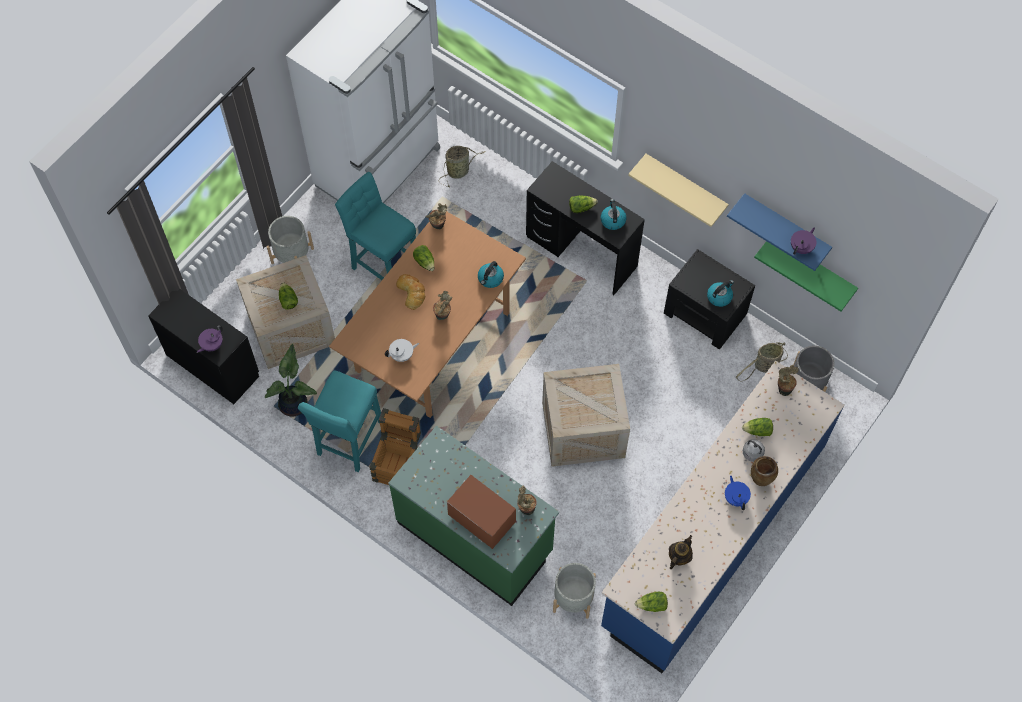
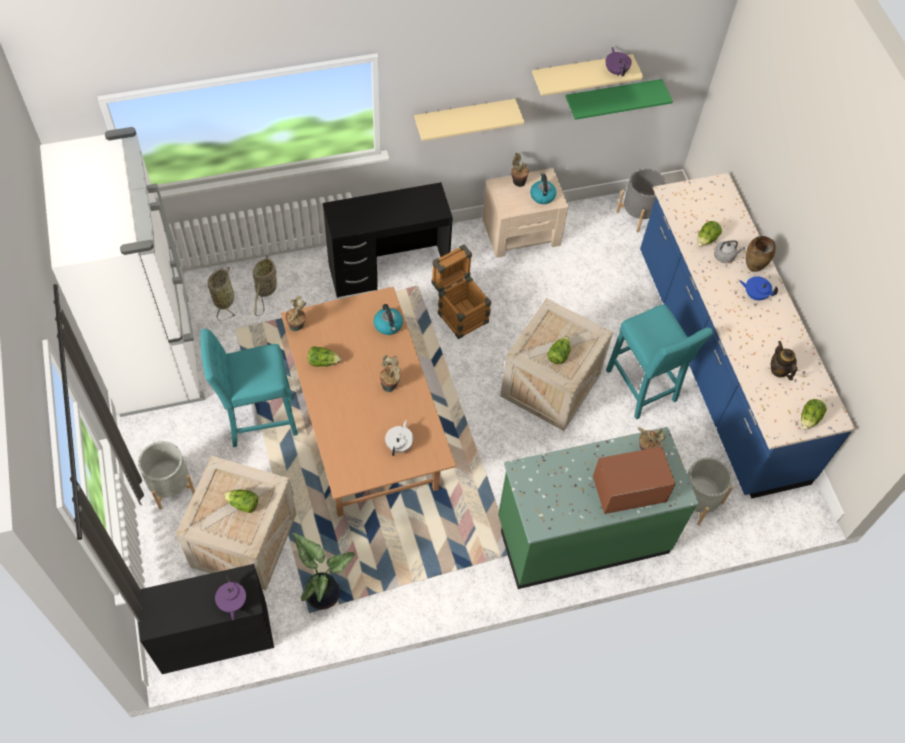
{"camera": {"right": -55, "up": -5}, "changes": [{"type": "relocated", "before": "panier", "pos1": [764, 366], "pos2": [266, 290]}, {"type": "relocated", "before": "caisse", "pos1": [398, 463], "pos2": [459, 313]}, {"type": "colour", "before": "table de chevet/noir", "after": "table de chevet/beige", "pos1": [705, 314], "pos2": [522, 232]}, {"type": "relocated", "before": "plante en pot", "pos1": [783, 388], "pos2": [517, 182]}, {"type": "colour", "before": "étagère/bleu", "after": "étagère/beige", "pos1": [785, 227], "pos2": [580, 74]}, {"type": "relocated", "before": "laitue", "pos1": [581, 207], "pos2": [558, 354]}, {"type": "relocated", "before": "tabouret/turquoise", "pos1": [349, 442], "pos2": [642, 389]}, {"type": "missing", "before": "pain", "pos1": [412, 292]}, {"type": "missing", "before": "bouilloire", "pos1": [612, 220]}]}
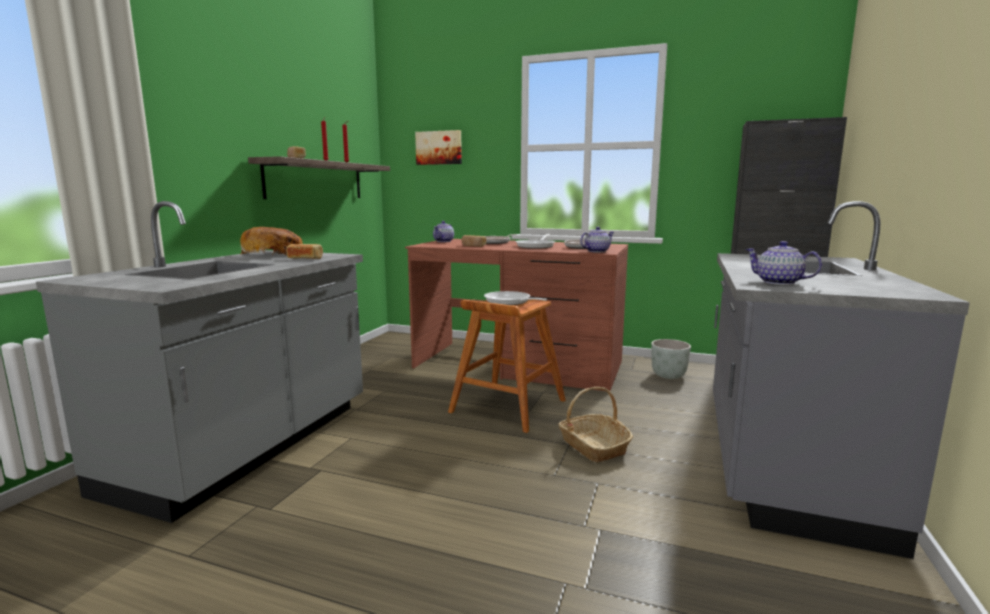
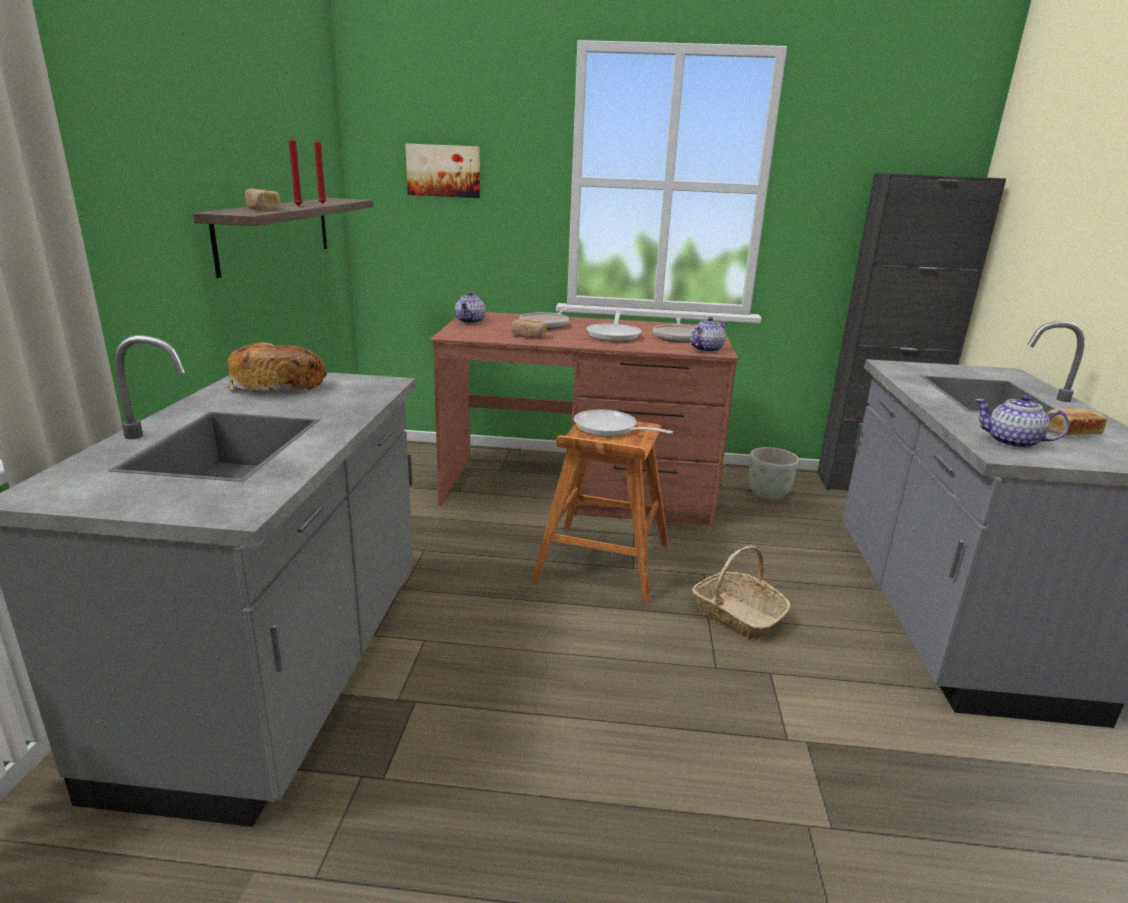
{"camera": {"right": -15, "up": 10}, "changes": [{"type": "relocated", "before": "pain", "pos1": [305, 259], "pos2": [1069, 432]}]}
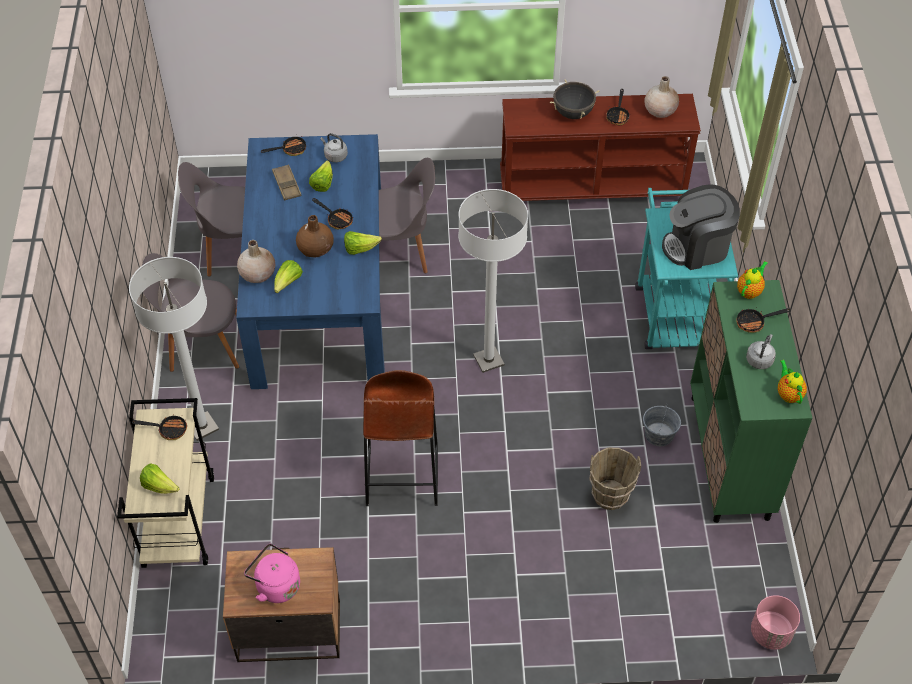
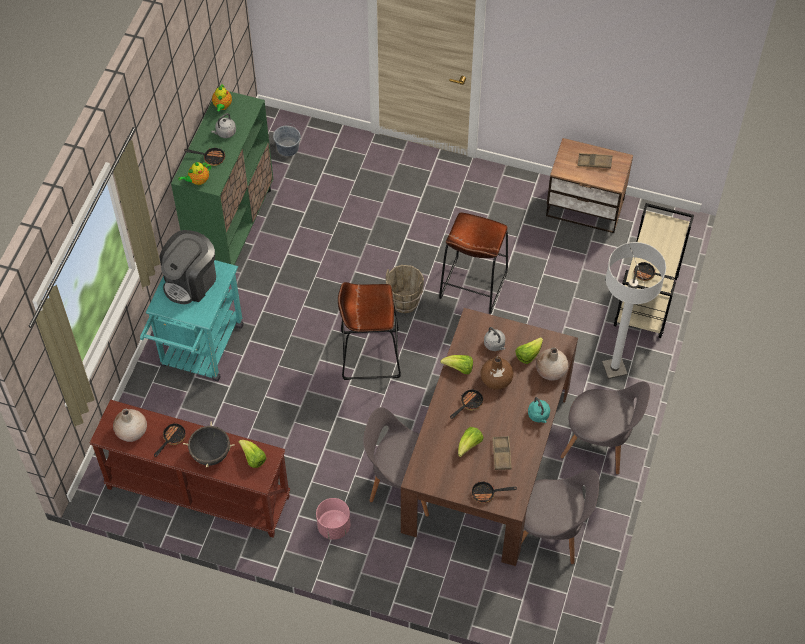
{"camera": {"right": -160, "up": 5}, "changes": [{"type": "spun", "before": "machine à café", "pos1": [697, 247], "pos2": [191, 281], "turn": 120}, {"type": "relocated", "before": "laitue", "pos1": [159, 486], "pos2": [253, 458]}, {"type": "relocated", "before": "seau/gris", "pos1": [659, 434], "pos2": [287, 148]}, {"type": "relocated", "before": "cache-pot/rose", "pos1": [771, 632], "pos2": [333, 526]}, {"type": "exchanged", "before": "lampadaire/blanc", "after": "tabouret/marron", "pos1": [488, 360], "pos2": [370, 354]}, {"type": "relocated", "before": "seau/marron", "pos1": [610, 496], "pos2": [405, 302]}, {"type": "colour", "before": "table à manger/bleu", "after": "table à manger/marron", "pos1": [319, 294], "pos2": [487, 459]}, {"type": "spun", "before": "poêle", "pos1": [337, 219], "pos2": [469, 404], "turn": 75}, {"type": "relocated", "before": "bouilloire/gris", "pos1": [334, 156], "pos2": [495, 345]}, {"type": "appeared", "after": "bouilloire/turquoise", "pos2": [539, 416]}, {"type": "exchanged", "before": "bouilloire/rose", "after": "plateau/marron", "pos1": [275, 585], "pos2": [594, 162]}]}
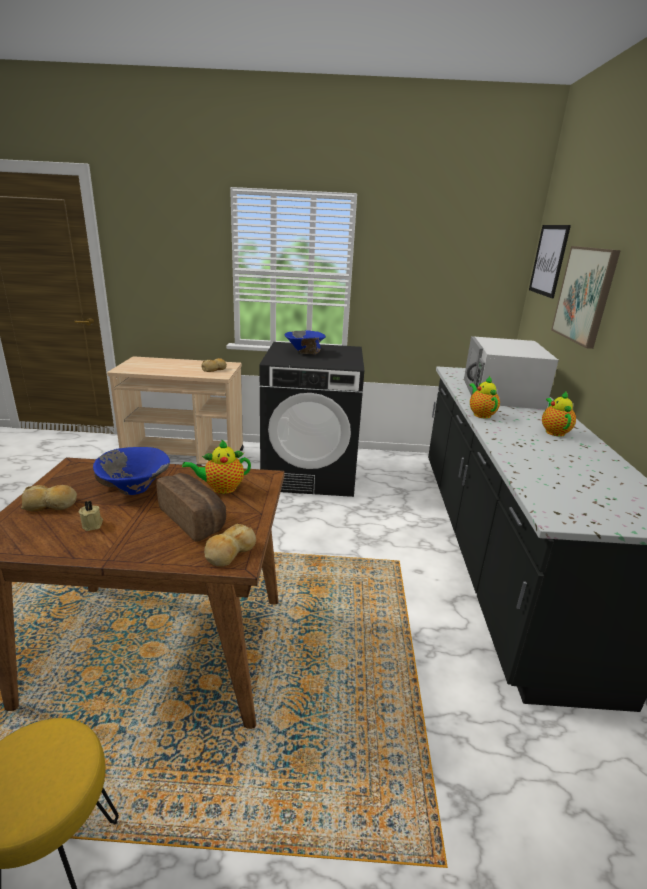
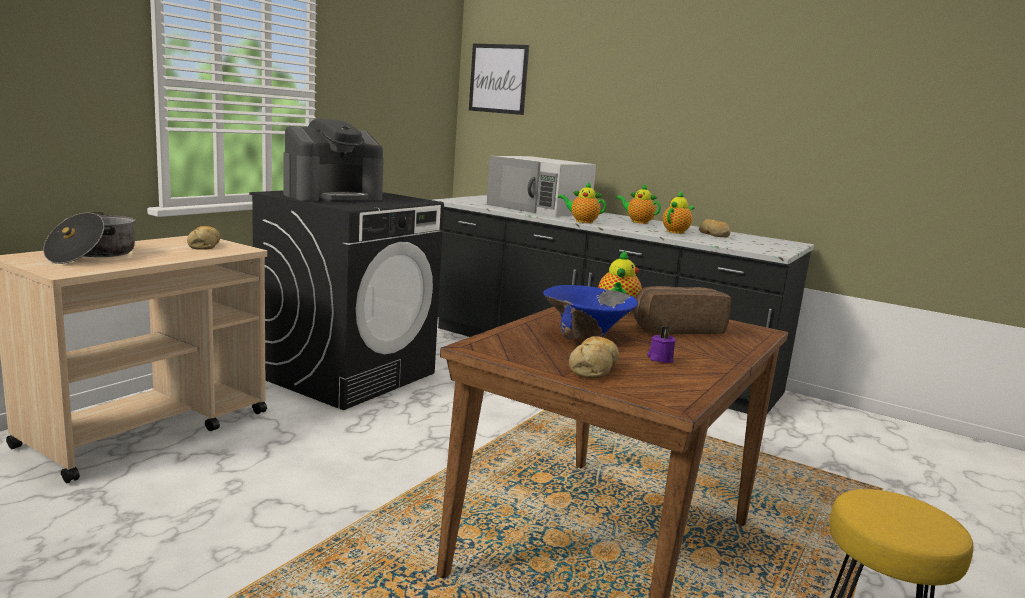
{"camera": {"right": -60, "up": -10}, "changes": [{"type": "appeared", "after": "marmite", "pos2": [93, 255]}, {"type": "exchanged", "before": "bol/bleu", "after": "machine à café", "pos1": [304, 352], "pos2": [333, 196]}, {"type": "colour", "before": "bougie/beige", "after": "bougie/violet", "pos1": [93, 524], "pos2": [660, 359]}, {"type": "appeared", "after": "théière", "pos2": [676, 232]}, {"type": "relocated", "before": "pain", "pos1": [229, 552], "pos2": [714, 234]}, {"type": "missing", "before": "tableau", "pos1": [585, 295]}]}
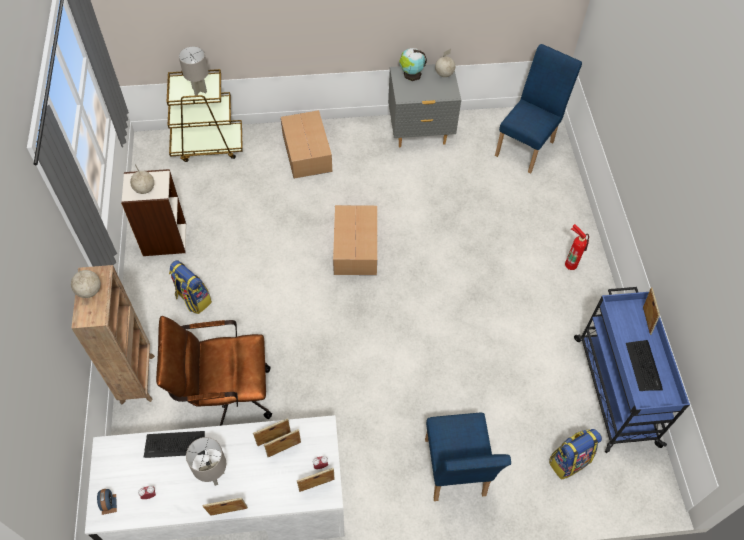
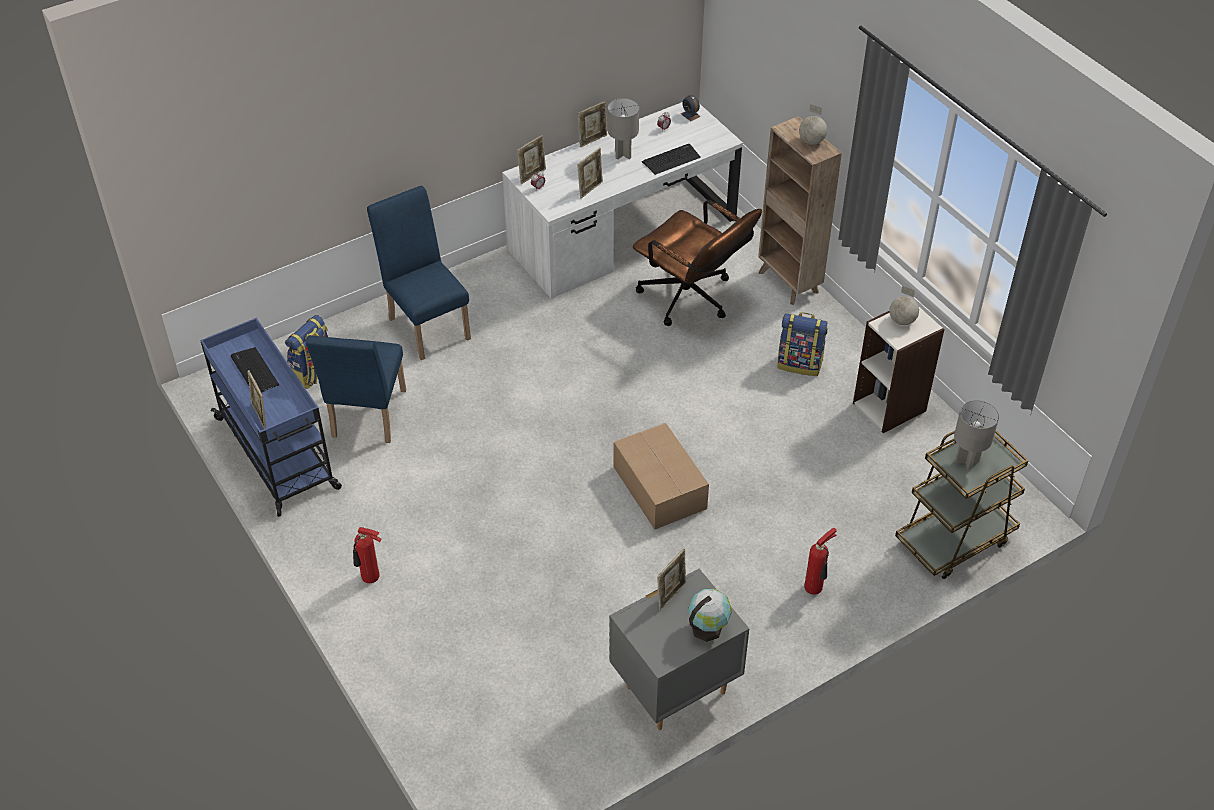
{"camera": {"right": 155, "up": -10}, "changes": [{"type": "relocated", "before": "chaise/bleu", "pos1": [527, 145], "pos2": [366, 418]}, {"type": "spun", "before": "chaise de bureau/marron", "pos1": [225, 395], "pos2": [692, 300], "turn": 75}, {"type": "relocated", "before": "cadre photo", "pos1": [284, 451], "pos2": [671, 595]}, {"type": "exchanged", "before": "carton", "after": "extincteur", "pos1": [307, 151], "pos2": [815, 587]}, {"type": "missing", "before": "globe", "pos1": [444, 74]}]}
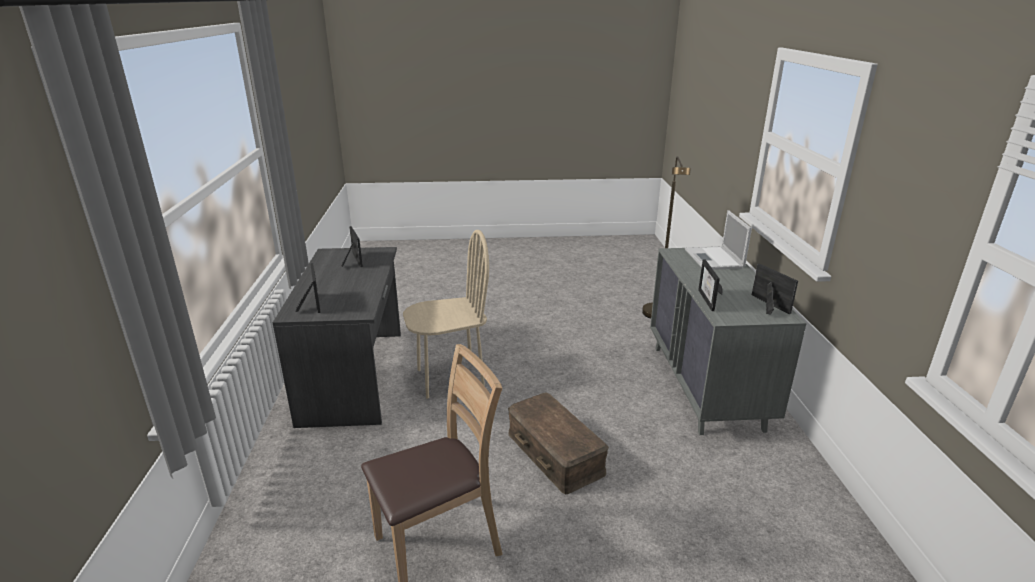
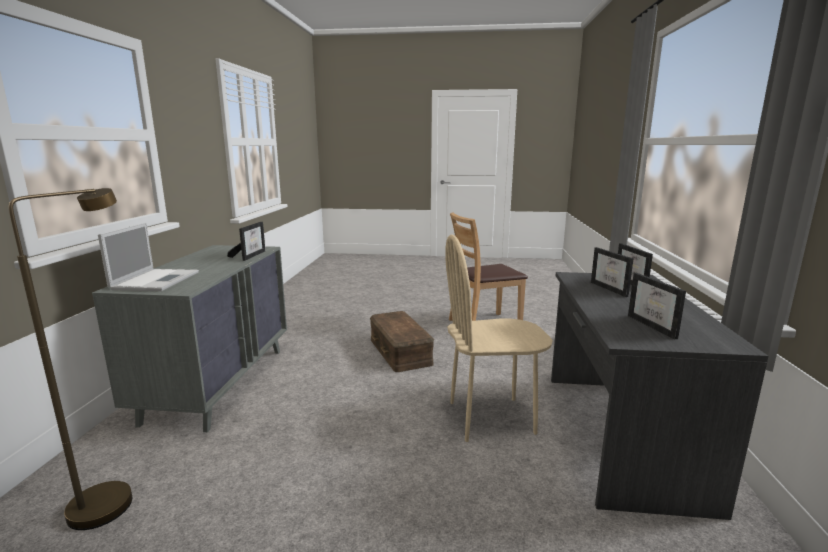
{"camera": {"right": -170, "up": -10}, "changes": [{"type": "relocated", "before": "cadre photo", "pos1": [766, 305], "pos2": [613, 289]}]}
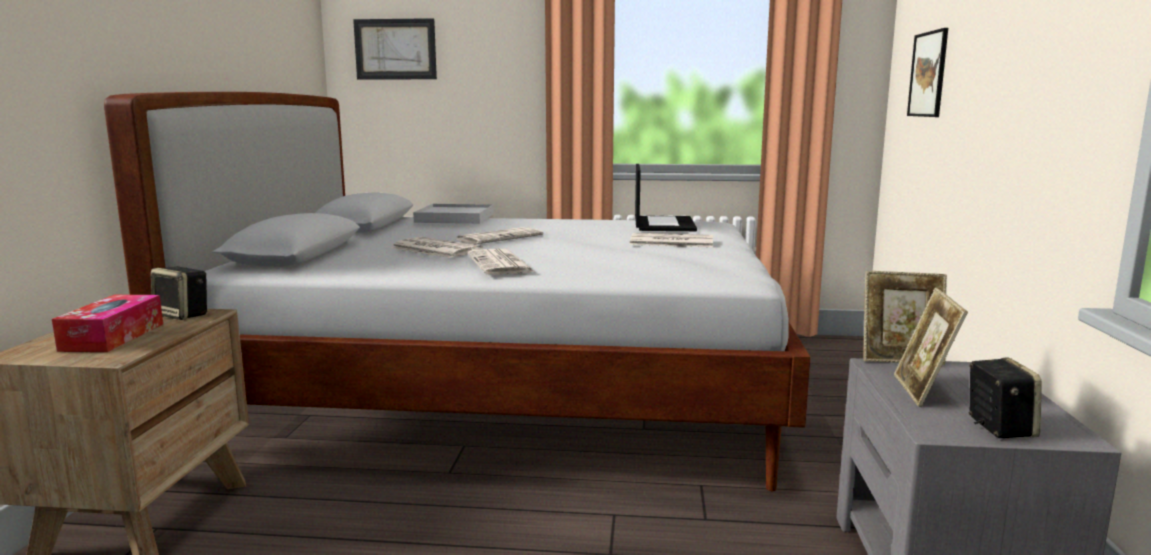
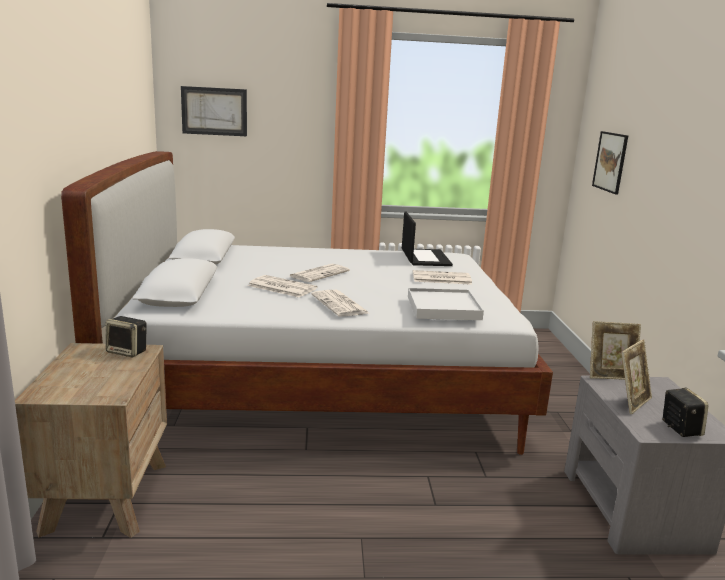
{"camera": {"right": -10, "up": 5}, "changes": [{"type": "relocated", "before": "plateau/blanc", "pos1": [454, 218], "pos2": [443, 308]}, {"type": "spun", "before": "cadre photo", "pos1": [923, 391], "pos2": [631, 402], "turn": -135}, {"type": "missing", "before": "boîte à mouchoirs", "pos1": [113, 337]}]}
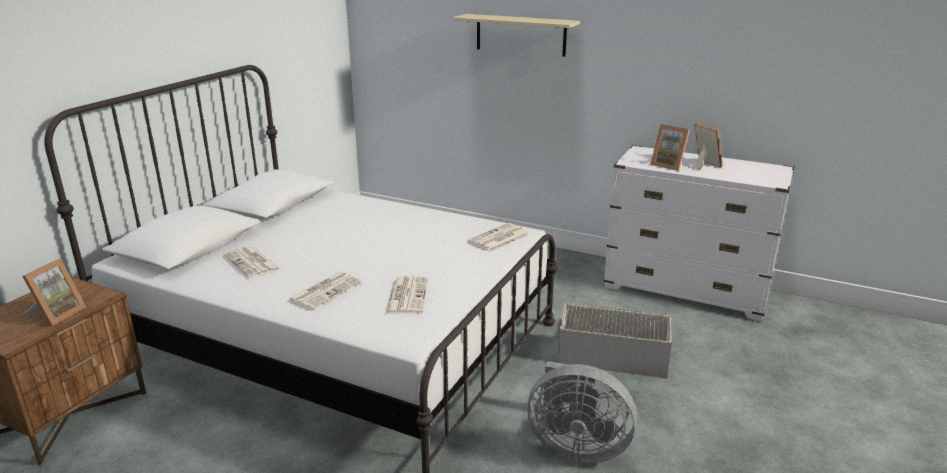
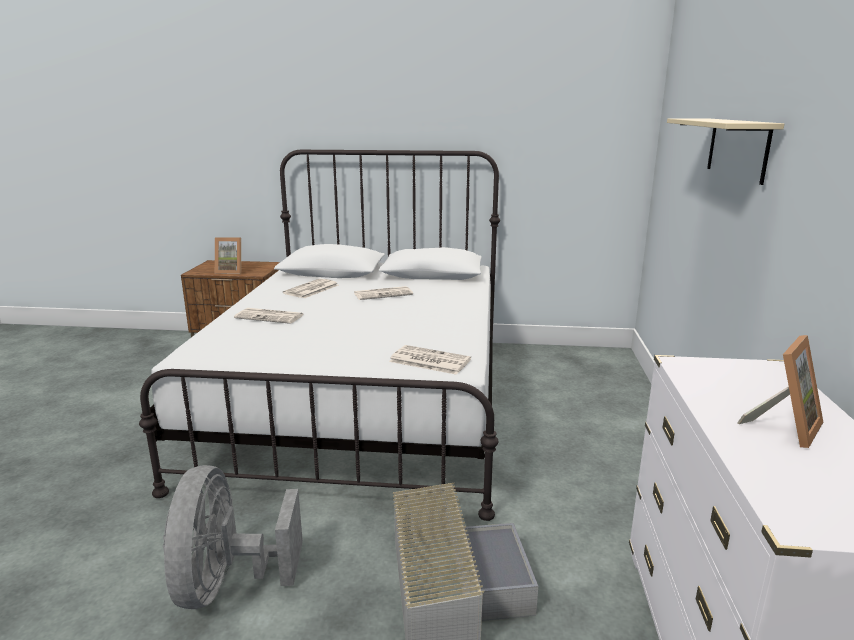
{"camera": {"right": 70, "up": -5}, "changes": [{"type": "relocated", "before": "journal", "pos1": [406, 296], "pos2": [383, 294]}, {"type": "missing", "before": "cadre photo", "pos1": [669, 165]}]}
